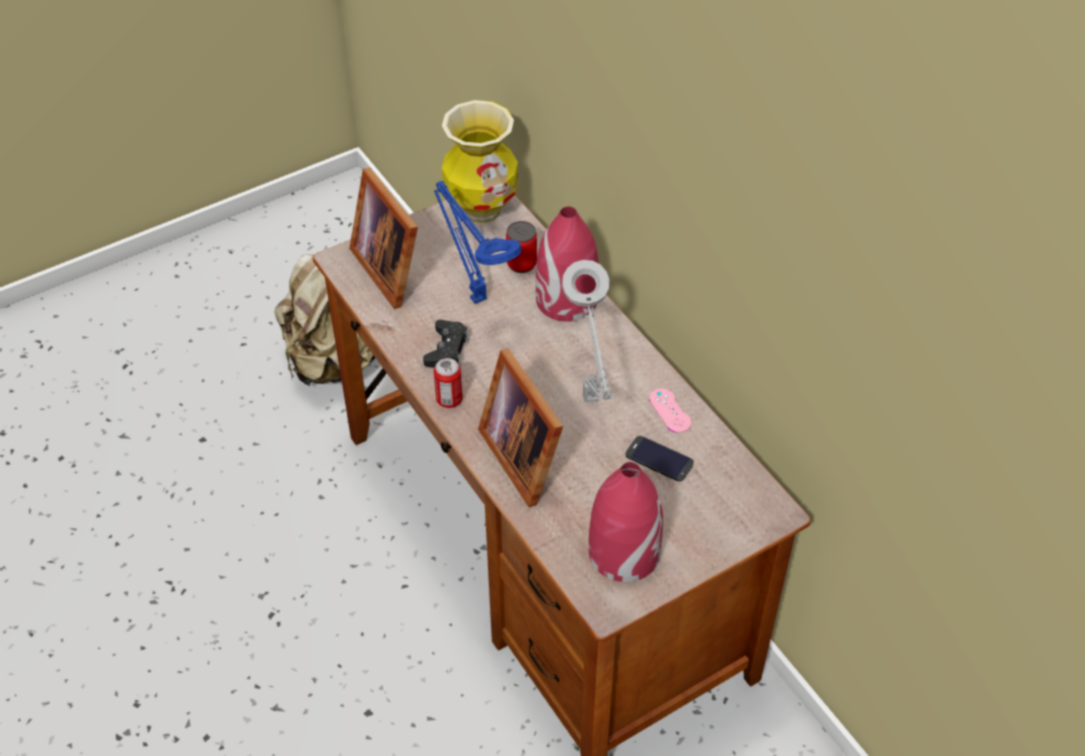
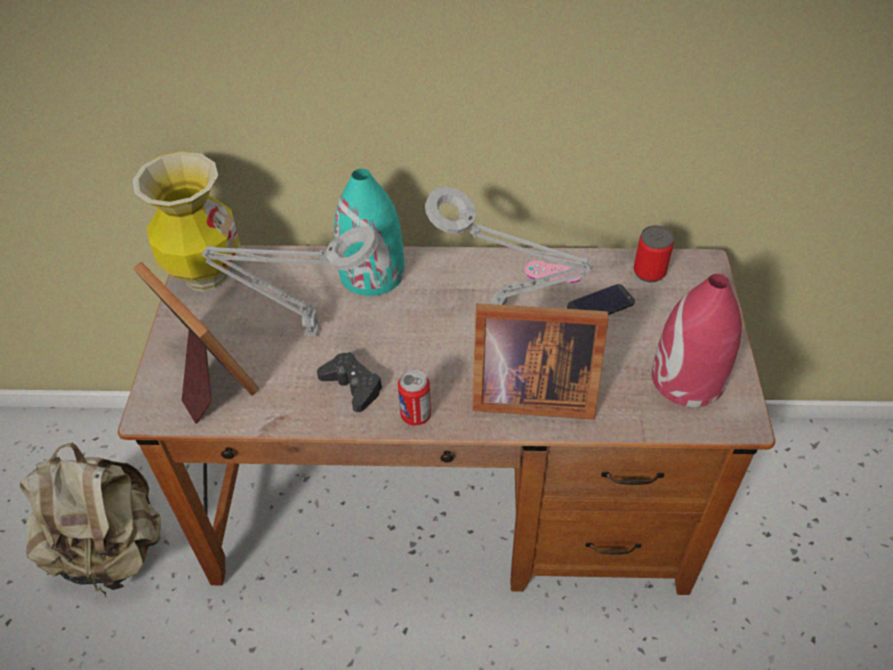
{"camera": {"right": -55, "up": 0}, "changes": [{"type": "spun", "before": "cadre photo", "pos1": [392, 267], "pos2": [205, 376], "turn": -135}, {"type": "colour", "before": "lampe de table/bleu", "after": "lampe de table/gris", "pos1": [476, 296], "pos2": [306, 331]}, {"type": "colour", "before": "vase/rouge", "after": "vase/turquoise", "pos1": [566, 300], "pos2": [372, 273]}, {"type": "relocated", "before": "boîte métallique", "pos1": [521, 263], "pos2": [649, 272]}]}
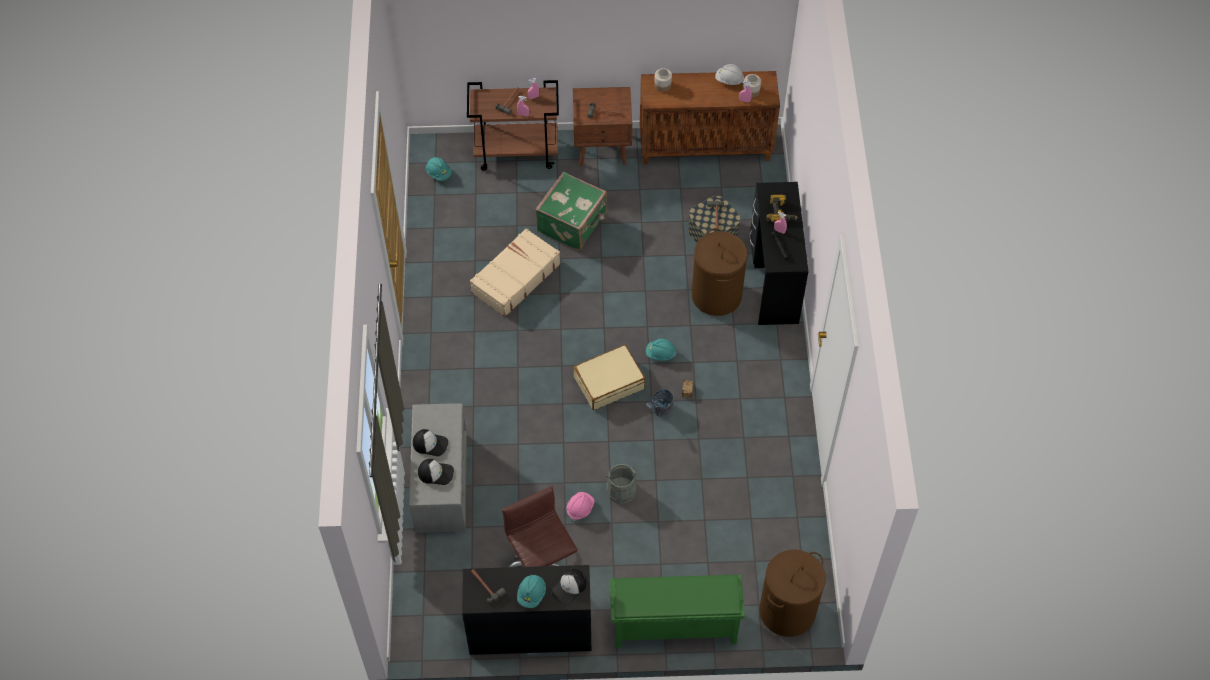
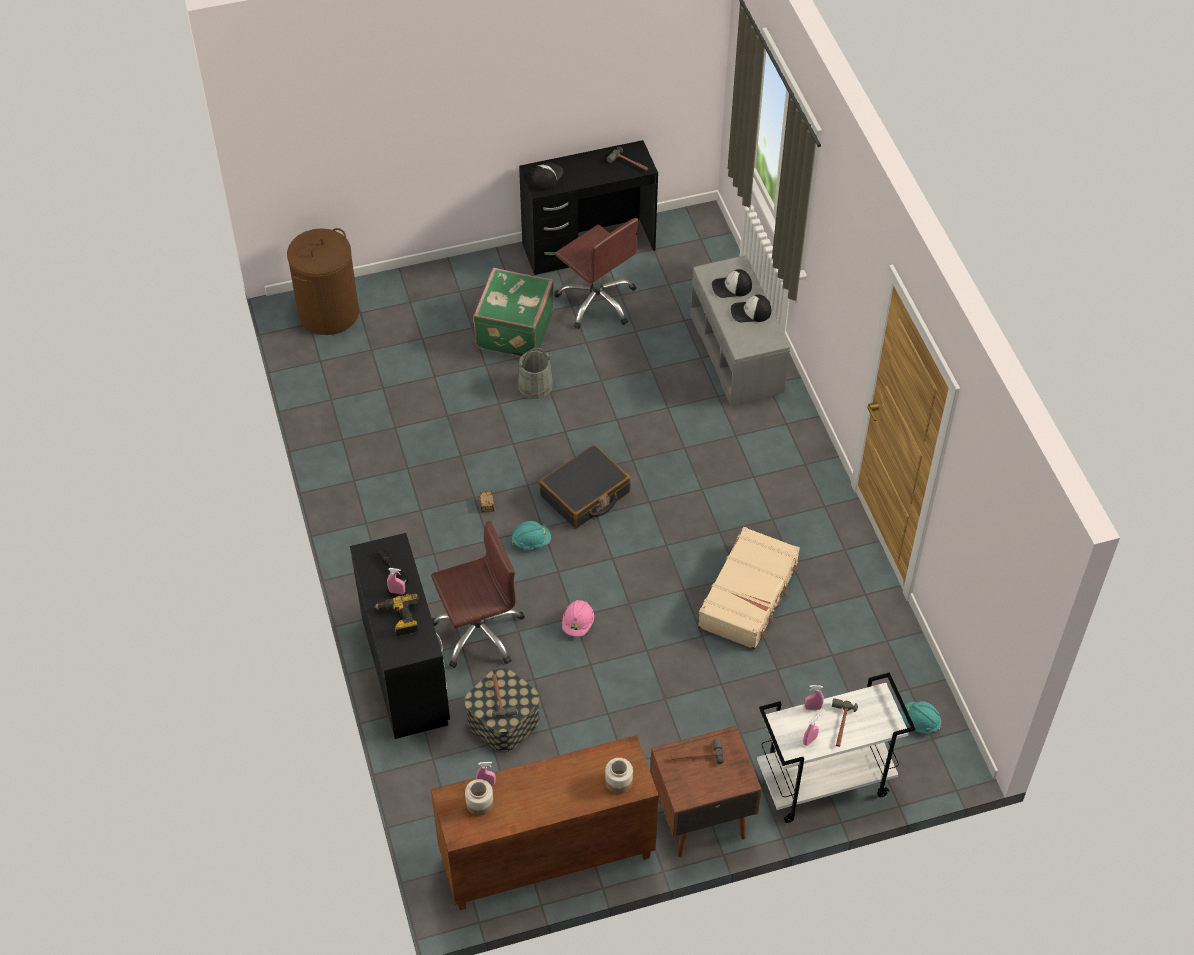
{"camera": {"right": 165, "up": -5}, "changes": [{"type": "exchanged", "before": "panier à linge/marron", "after": "chaise de bureau/marron", "pos1": [716, 295], "pos2": [478, 631]}, {"type": "relocated", "before": "valise/vert", "pos1": [573, 224], "pos2": [513, 330]}, {"type": "colour", "before": "valise/beige", "after": "valise/noir", "pos1": [609, 382], "pos2": [585, 495]}, {"type": "relocated", "before": "casque de chantier/rose", "pos1": [580, 508], "pos2": [578, 623]}, {"type": "colour", "before": "chariot/marron", "after": "chariot/blanc", "pos1": [517, 152], "pos2": [823, 783]}, {"type": "missing", "before": "casque de chantier/turquoise", "pos1": [531, 594]}, {"type": "missing", "before": "étagère à chaussures/vert", "pos1": [673, 627]}, {"type": "missing", "before": "seau/gris", "pos1": [659, 411]}, {"type": "missing", "before": "casque de chantier/blanc", "pos1": [729, 80]}]}
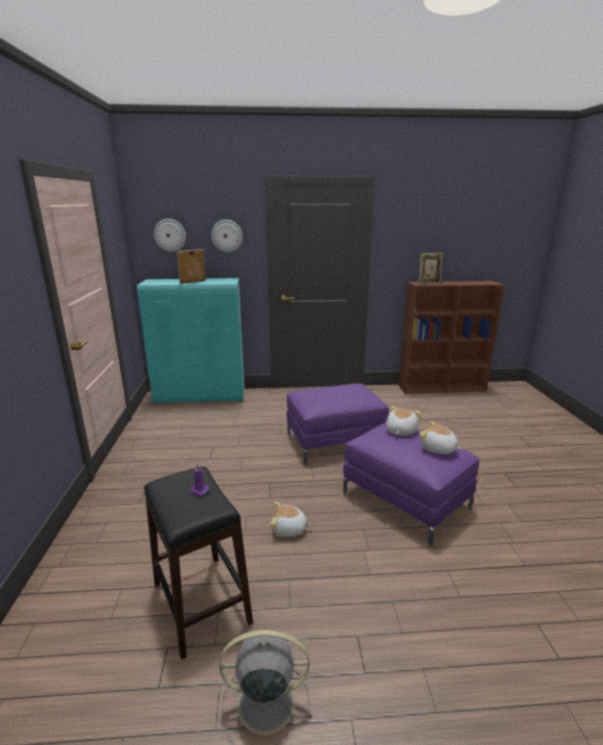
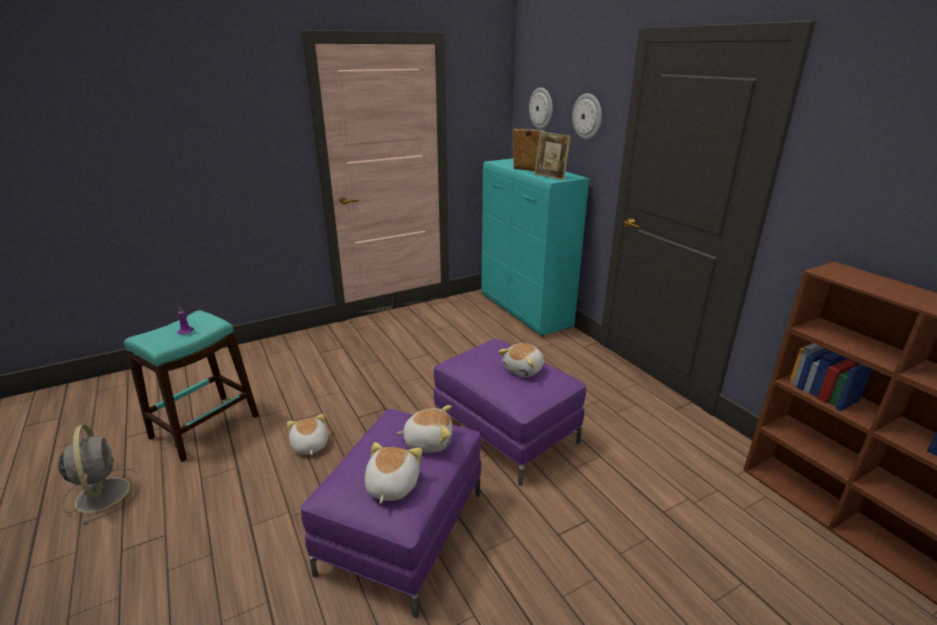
{"camera": {"right": 65, "up": 5}, "changes": [{"type": "colour", "before": "tabouret/noir", "after": "tabouret/turquoise", "pos1": [200, 603], "pos2": [204, 427]}, {"type": "appeared", "after": "peluche", "pos2": [524, 369]}, {"type": "relocated", "before": "cadre photo", "pos1": [429, 284], "pos2": [550, 177]}]}
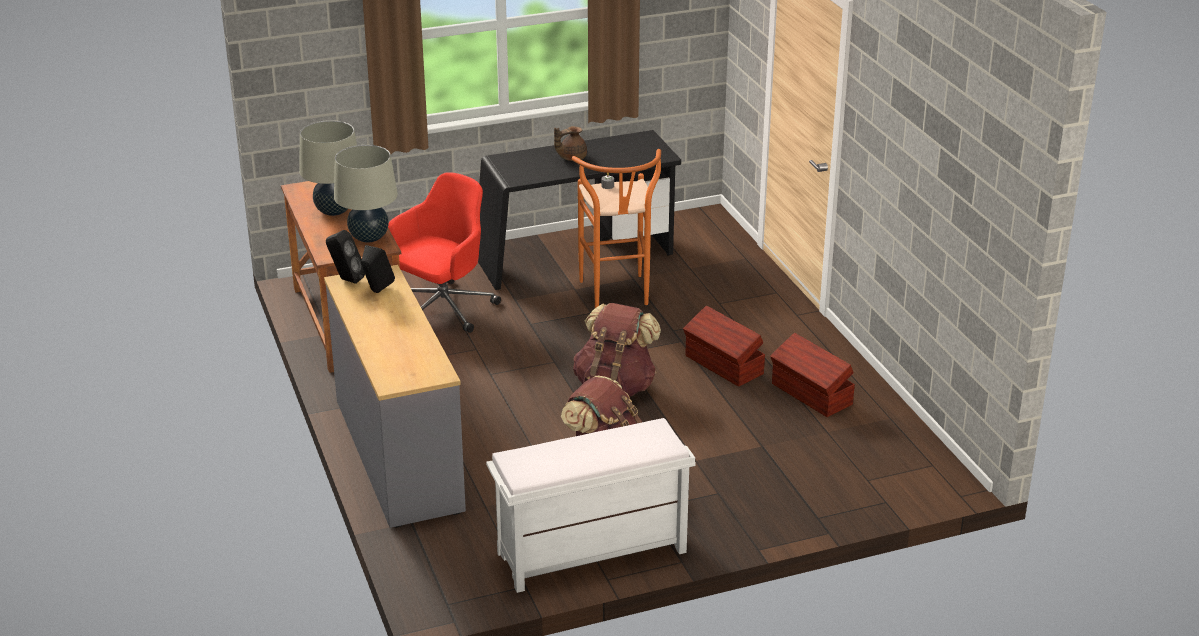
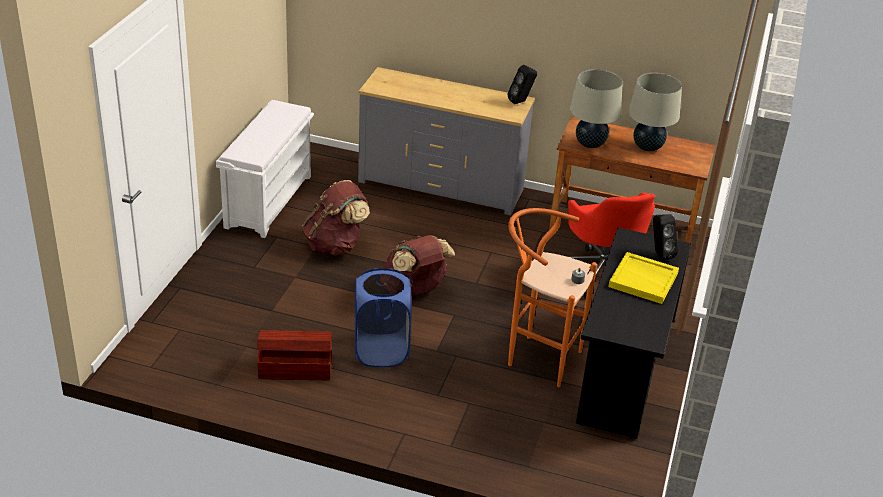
{"camera": {"right": 125, "up": 5}, "changes": [{"type": "exchanged", "before": "boîte de rangement/marron", "after": "panier à linge/bleu", "pos1": [723, 365], "pos2": [381, 351]}, {"type": "exchanged", "before": "théière/marron", "after": "plateau/jaune", "pos1": [571, 157], "pos2": [644, 280]}, {"type": "relocated", "before": "enceinte/noir", "pos1": [377, 292], "pos2": [659, 254]}]}
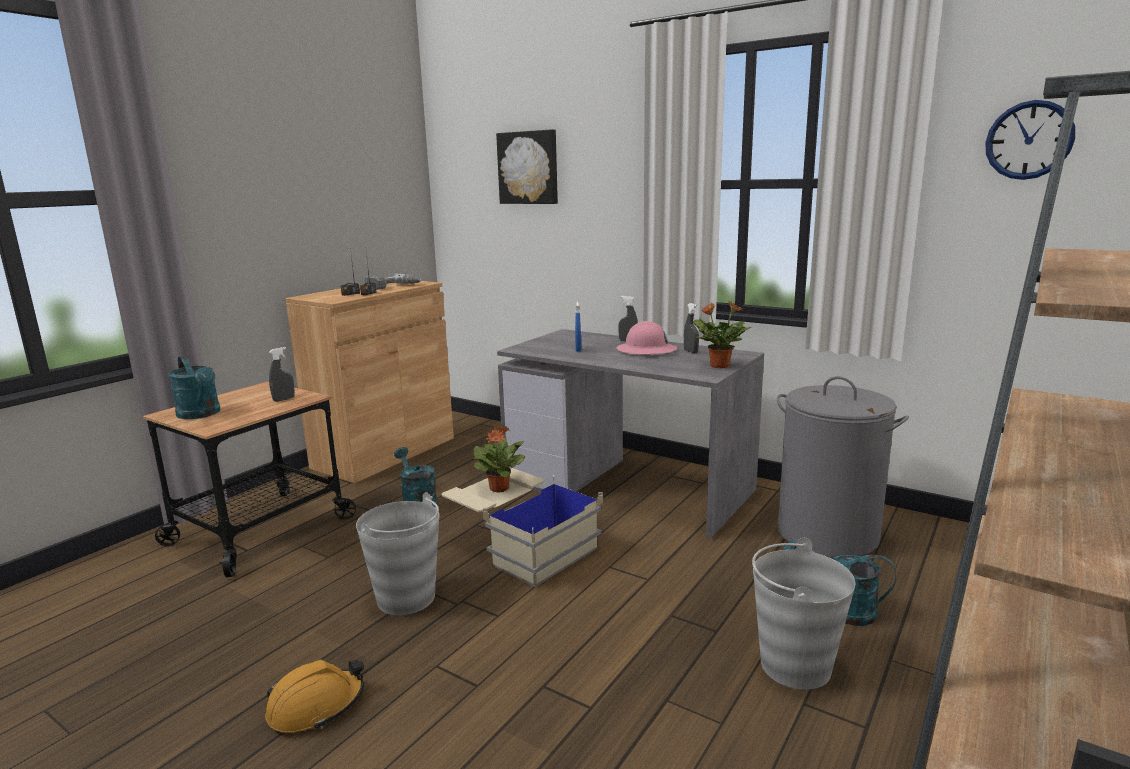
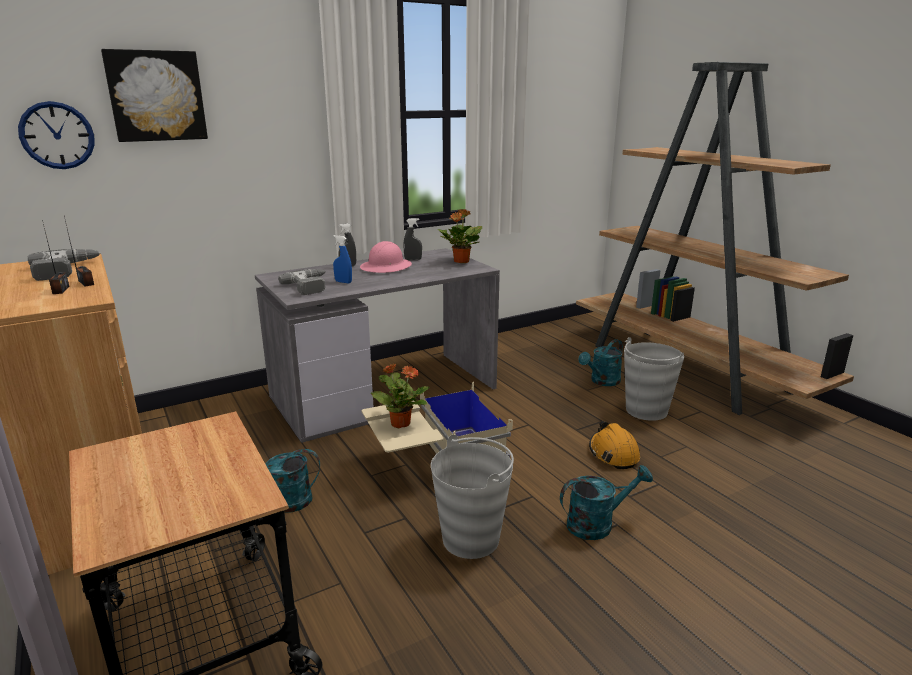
{"camera": {"right": -65, "up": 5}, "changes": [{"type": "relocated", "before": "horloge murale", "pos1": [1029, 140], "pos2": [57, 135]}, {"type": "appeared", "after": "perceuse", "pos2": [311, 286]}, {"type": "relocated", "before": "arrosoir/turquoise", "pos1": [201, 414], "pos2": [597, 524]}, {"type": "relocated", "before": "casque de chantier/orange", "pos1": [316, 706], "pos2": [613, 453]}, {"type": "missing", "before": "vaporisateur/gris", "pos1": [284, 399]}, {"type": "missing", "before": "panier à linge/gris", "pos1": [827, 534]}]}
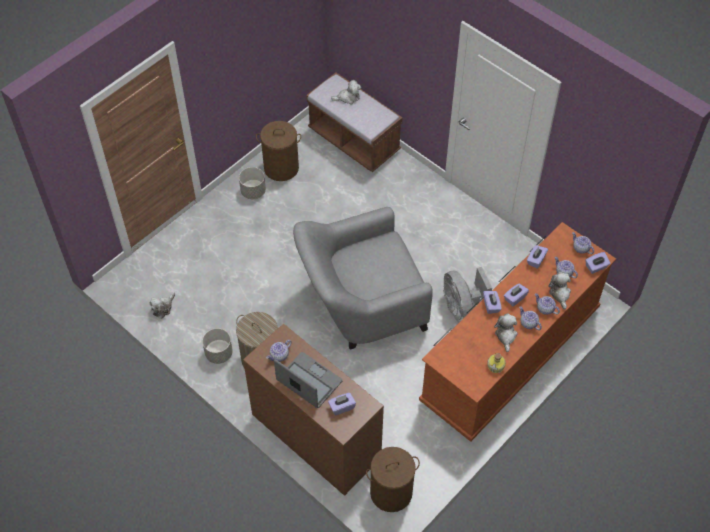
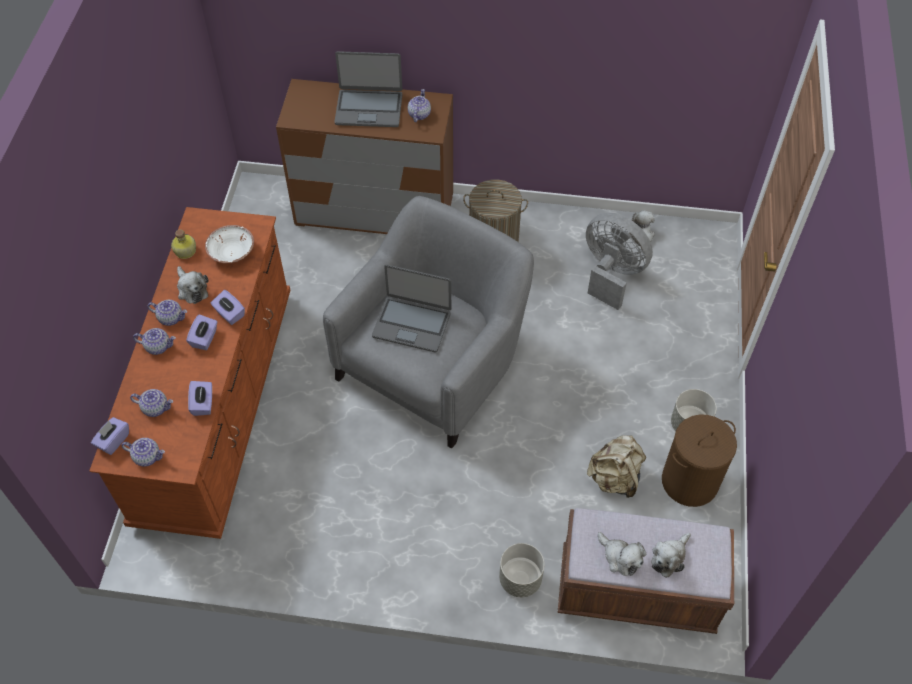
{"camera": {"right": 145, "up": 0}, "changes": [{"type": "appeared", "after": "bol/blanc", "pos2": [232, 253]}, {"type": "appeared", "after": "ordinateur portable", "pos2": [412, 324]}, {"type": "relocated", "before": "cache-pot/gris", "pos1": [218, 353], "pos2": [520, 579]}, {"type": "relocated", "before": "ventilateur/gris", "pos1": [461, 308], "pos2": [611, 273]}, {"type": "appeared", "after": "sac à dos/beige", "pos2": [614, 478]}, {"type": "relocated", "before": "peluche", "pos1": [560, 294], "pos2": [620, 558]}, {"type": "missing", "before": "boîte à mouchoirs/violet", "pos1": [342, 407]}, {"type": "missing", "before": "panier à linge/marron", "pos1": [391, 492]}]}
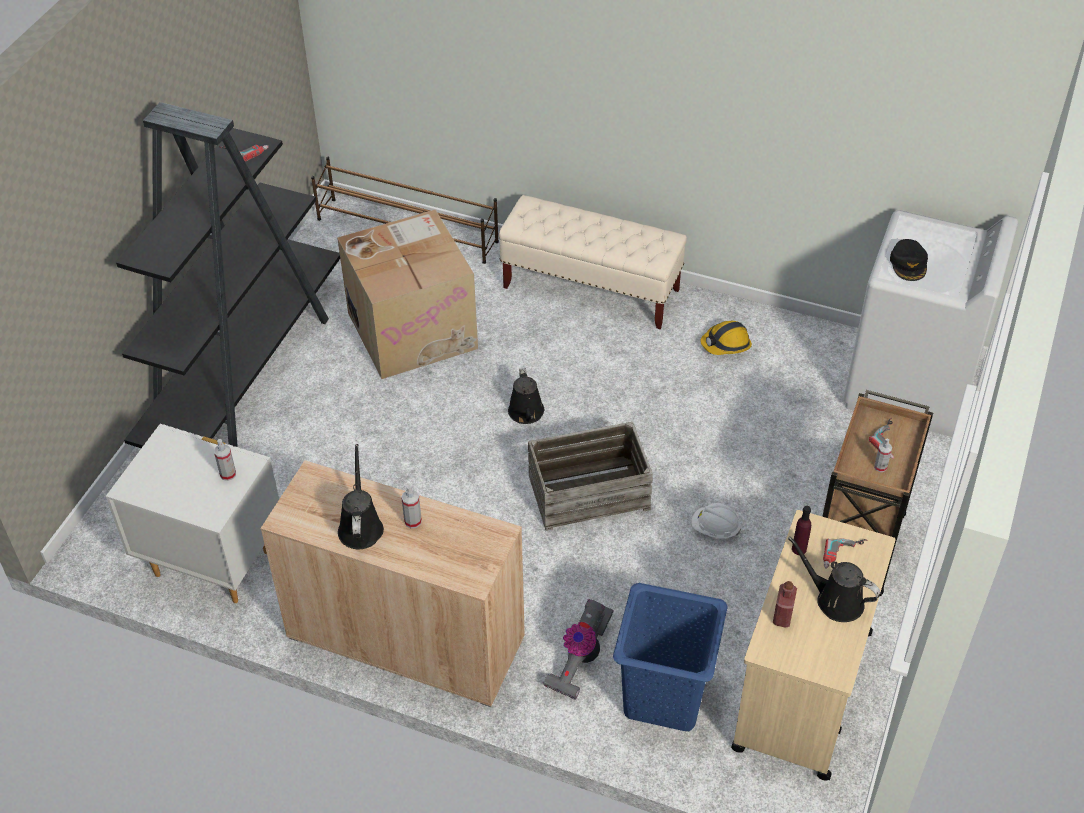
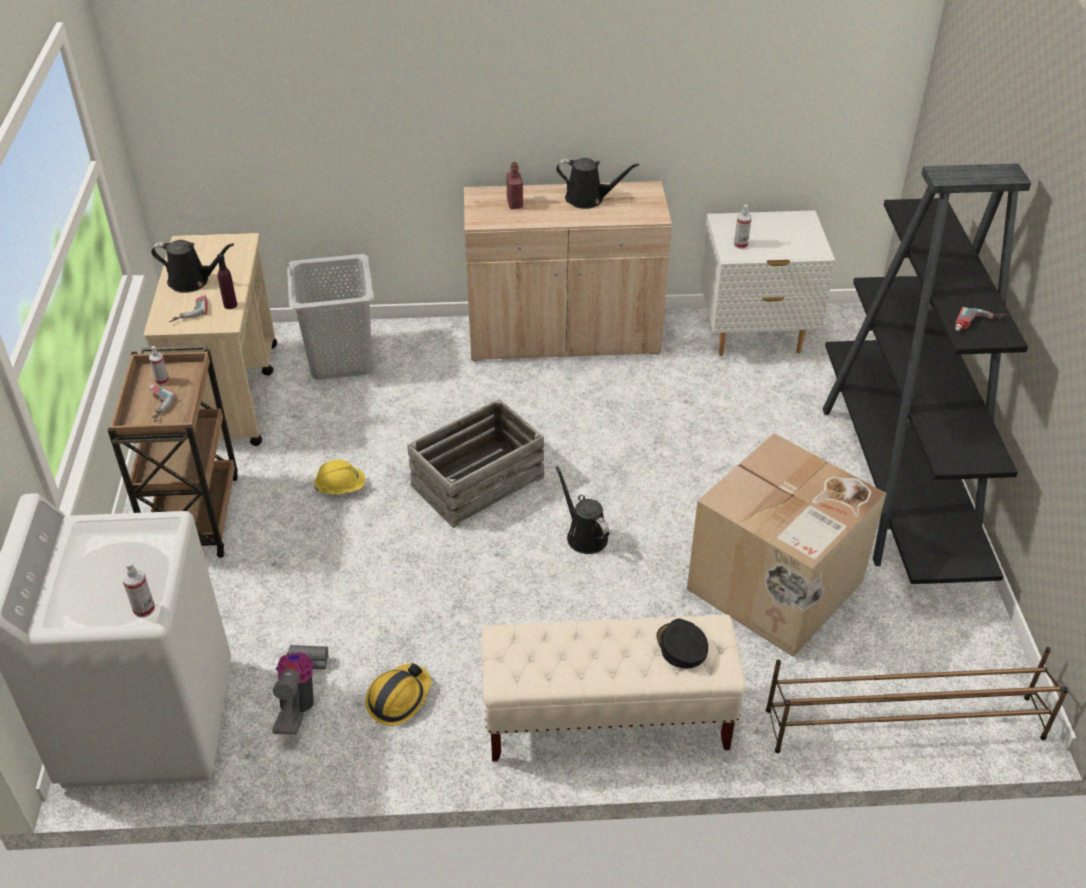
{"camera": {"right": 155, "up": -5}, "changes": [{"type": "relocated", "before": "vaporisateur", "pos1": [413, 521], "pos2": [144, 609]}, {"type": "relocated", "before": "aspirateur", "pos1": [580, 660], "pos2": [301, 699]}, {"type": "colour", "before": "panier à linge/bleu", "after": "panier à linge/gris", "pos1": [664, 696], "pos2": [340, 359]}, {"type": "colour", "before": "casque de chantier/blanc", "after": "casque de chantier/jaune", "pos1": [715, 529], "pos2": [341, 488]}, {"type": "relocated", "before": "bouteille/rouge", "pos1": [782, 616], "pos2": [515, 203]}, {"type": "spun", "before": "arrosoir/noir", "pos1": [360, 526], "pos2": [588, 199], "turn": -45}, {"type": "relocated", "before": "casquette/noir", "pos1": [909, 264], "pos2": [681, 647]}]}
